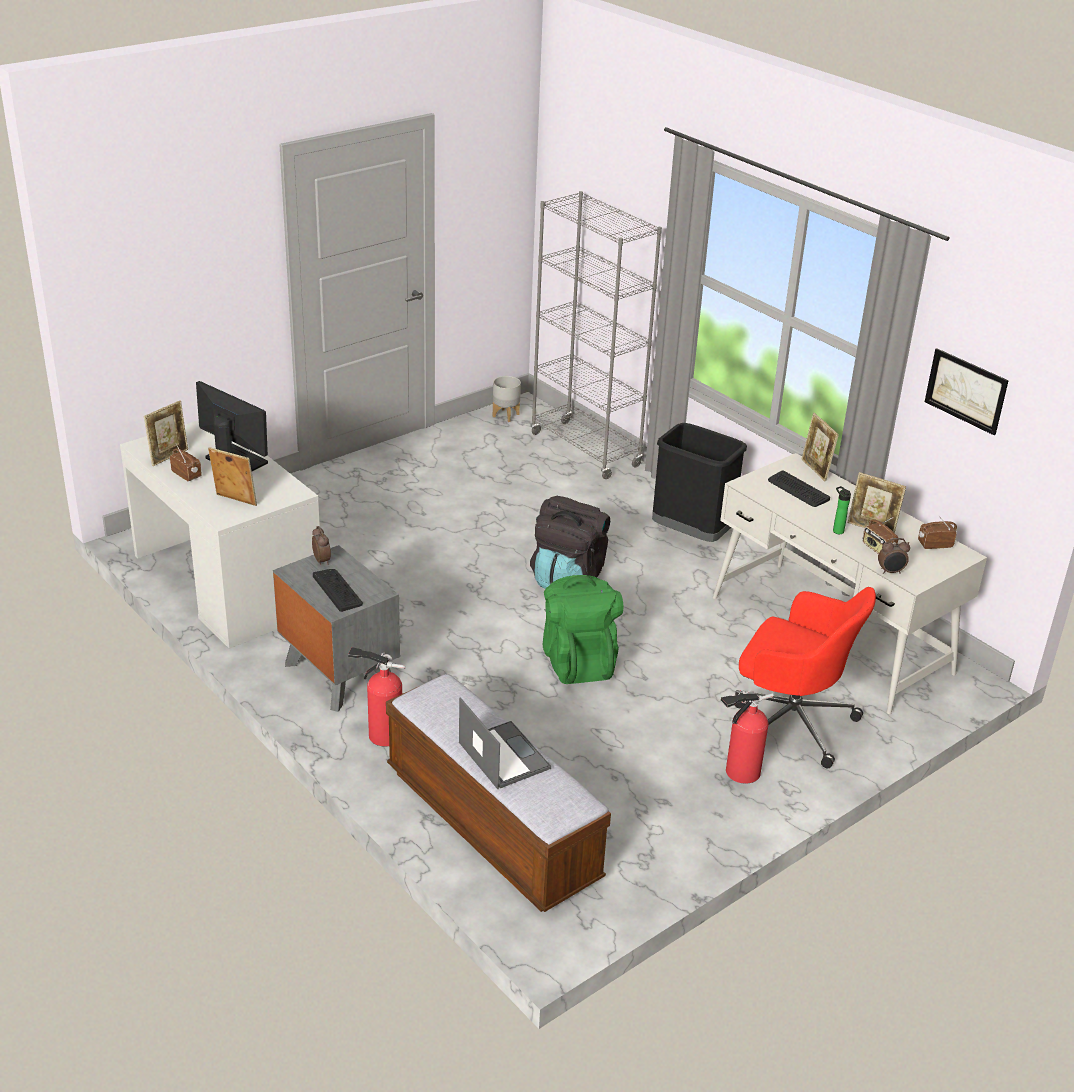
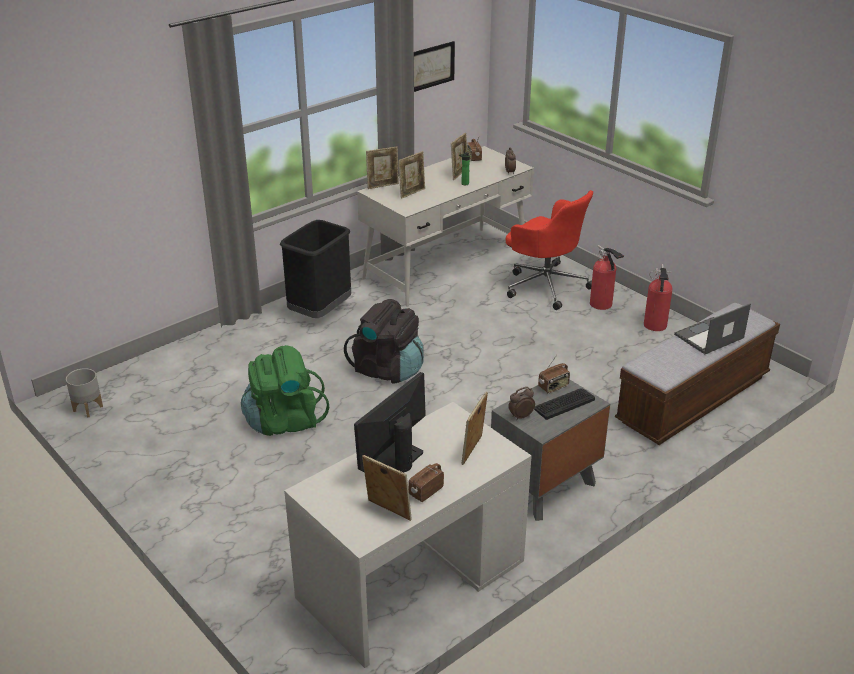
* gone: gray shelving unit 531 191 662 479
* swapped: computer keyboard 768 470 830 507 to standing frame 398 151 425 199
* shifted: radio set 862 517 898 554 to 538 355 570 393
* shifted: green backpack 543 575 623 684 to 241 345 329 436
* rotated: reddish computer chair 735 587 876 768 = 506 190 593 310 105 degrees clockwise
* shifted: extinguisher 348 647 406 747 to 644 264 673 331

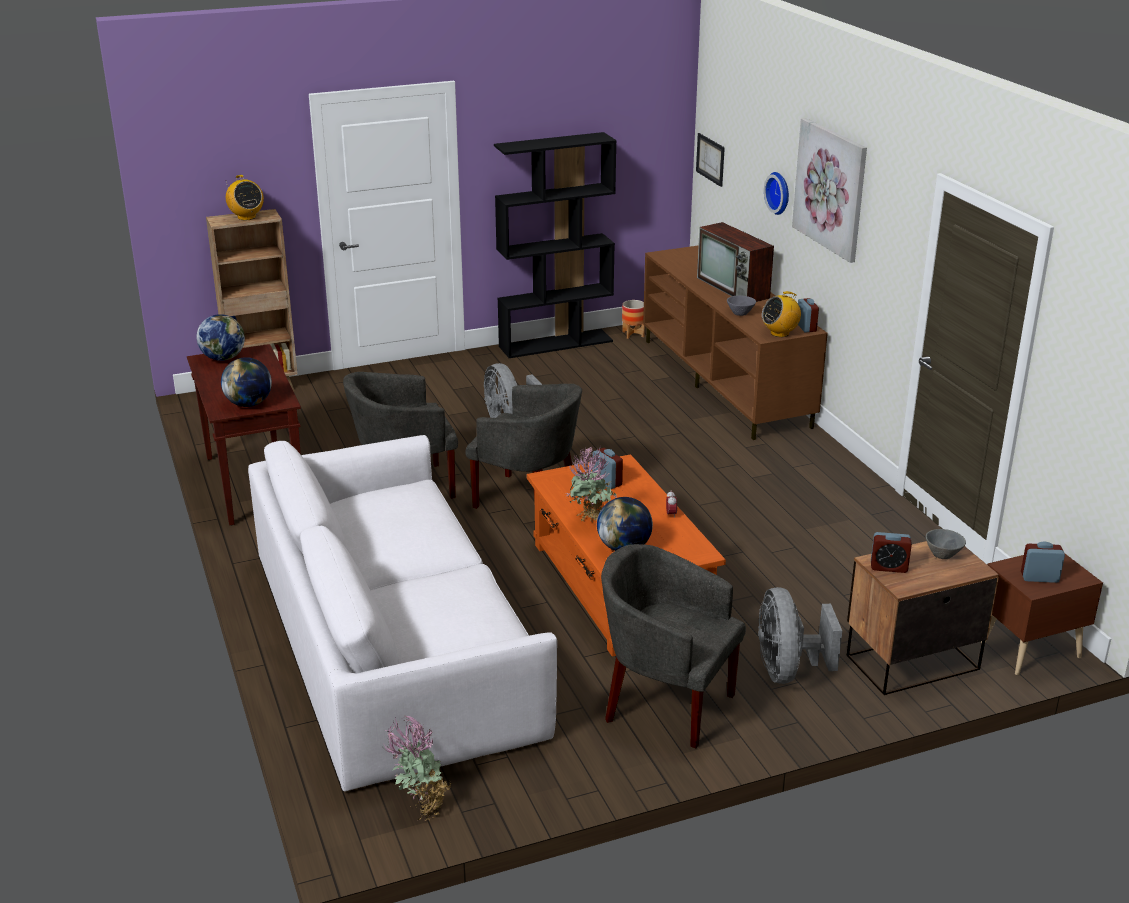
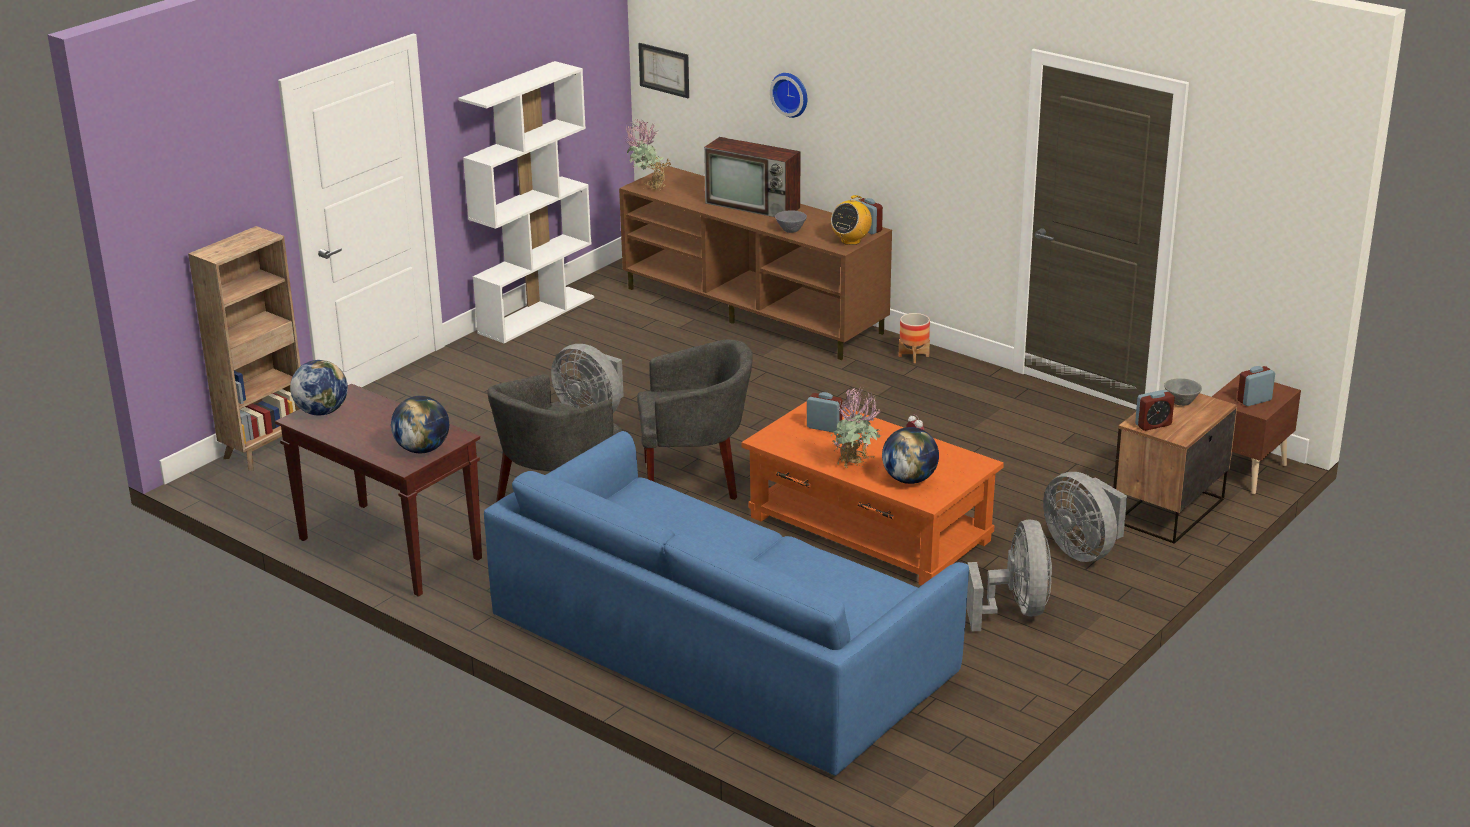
* gone: wall art 792 118 867 263
* repainted: black-coloured shelving unit 494 132 617 358 to whitish shelving unit 458 61 594 343
* gone: radio set 226 175 264 220
* shifted: flower pot 622 300 645 339 to 899 313 930 363
* repainted: whitish sofa 248 435 557 792 to bluish sofa 484 431 969 776
* swapped: gray lounge chair 601 544 746 748 to gray electric fan 966 519 1052 631
* shifted: potted plant 384 715 451 821 to 625 118 672 191

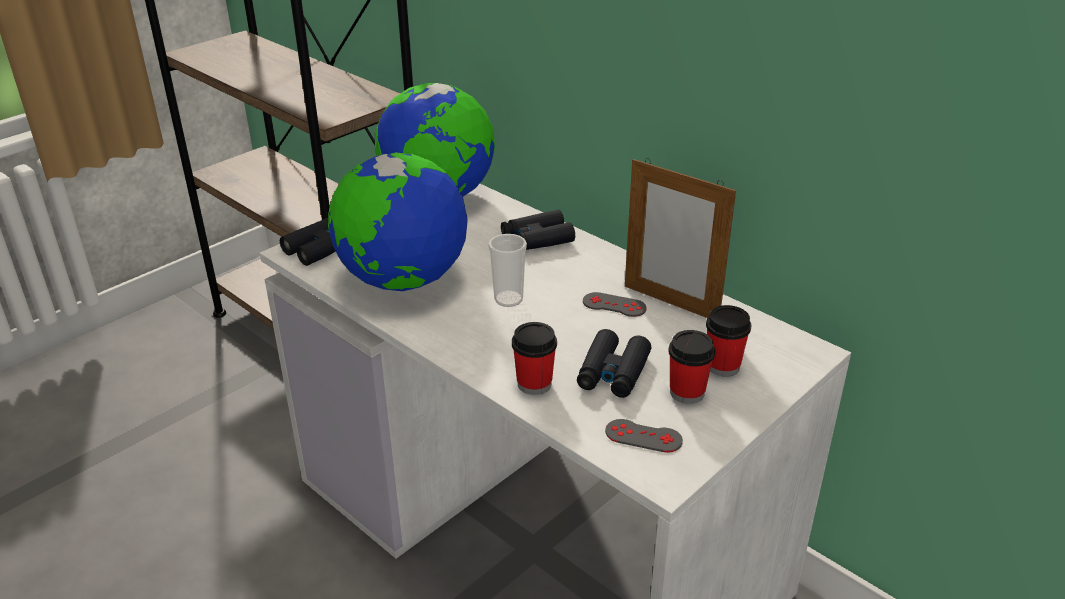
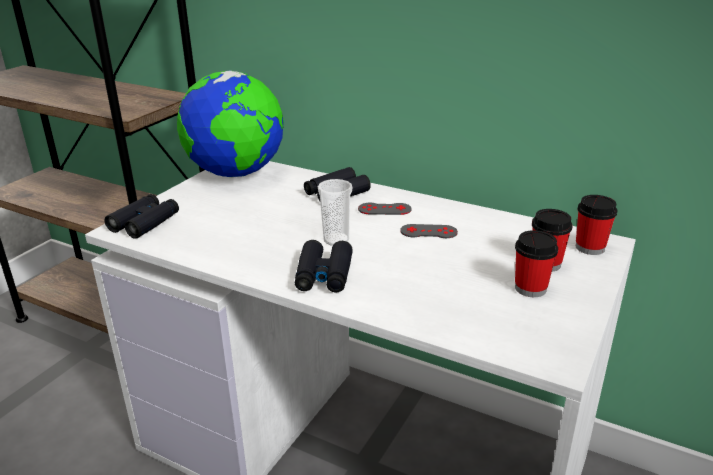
* gone: world globe 328 153 468 291
* gone: standing frame 625 158 736 318
* shifted: drinking cup 512 322 557 395 to 576 195 617 255
* shifted: black-coloured pair of binoculars 577 329 651 398 to 295 240 353 292
* shifted: gray gamepad 605 419 683 453 to 358 203 412 215

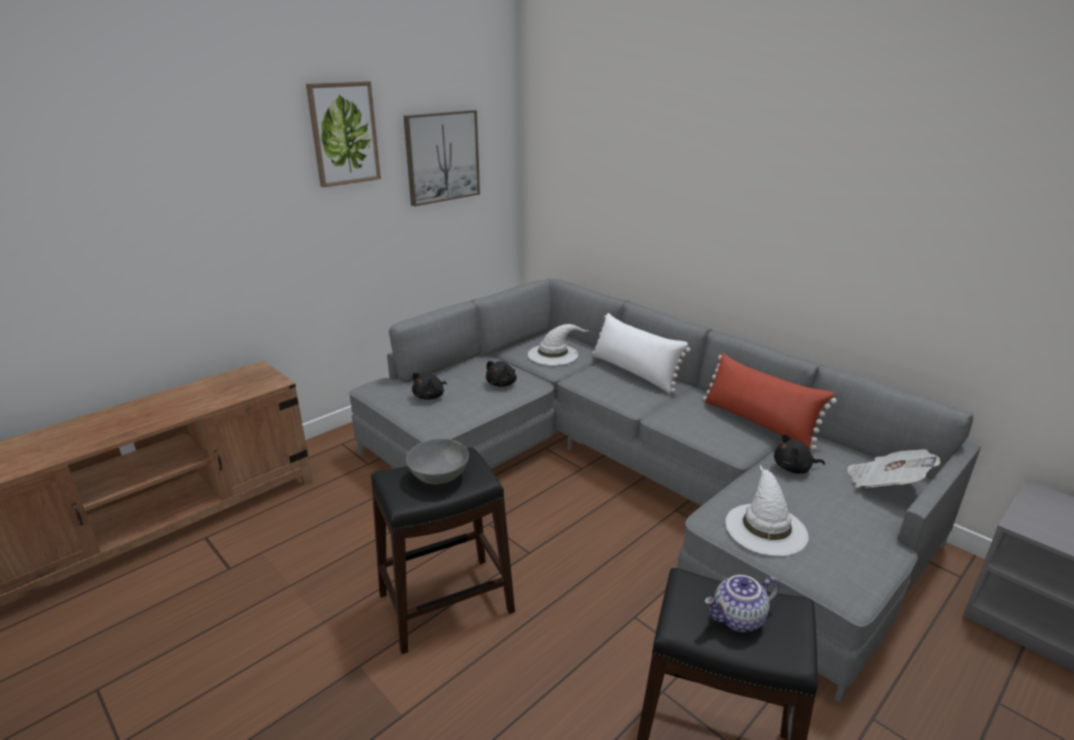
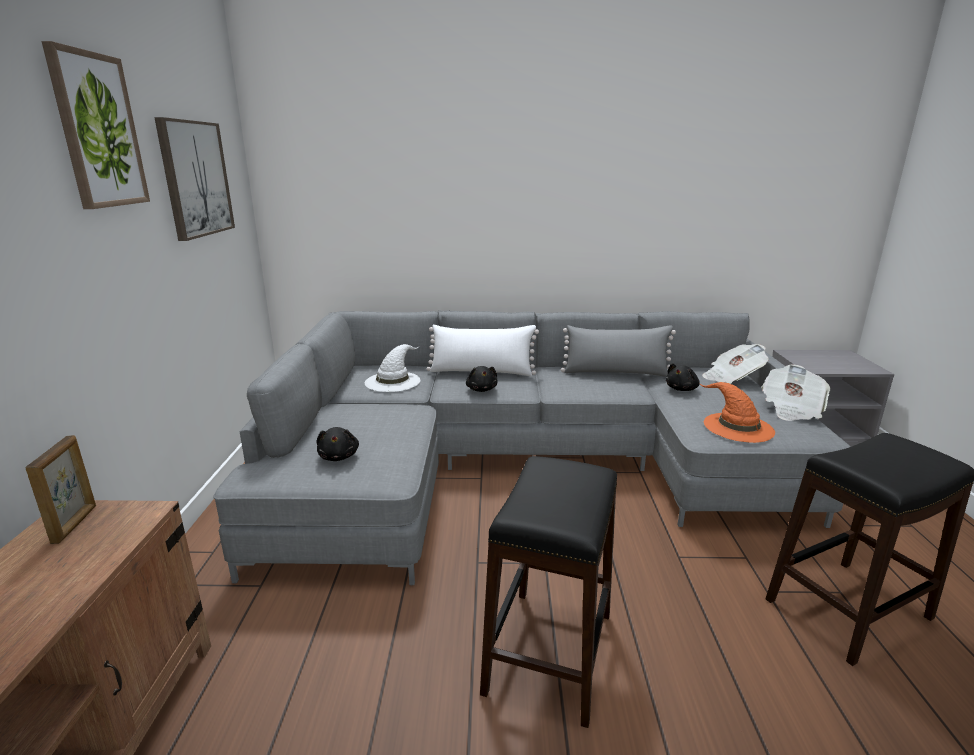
* repainted: reddish pillow 703 353 837 450 to gray pillow 561 325 676 377
* shifted: black-coloured cuddly toy 486 361 517 386 to 466 366 498 392
* gone: gray serving bowl 406 439 469 484
* repainted: whitish wearable hat 725 464 809 556 to orangey wearable hat 700 382 775 443
* gone: teapot 705 575 779 632
* new: newspaper 761 364 831 421
* new: standing frame 25 435 96 544

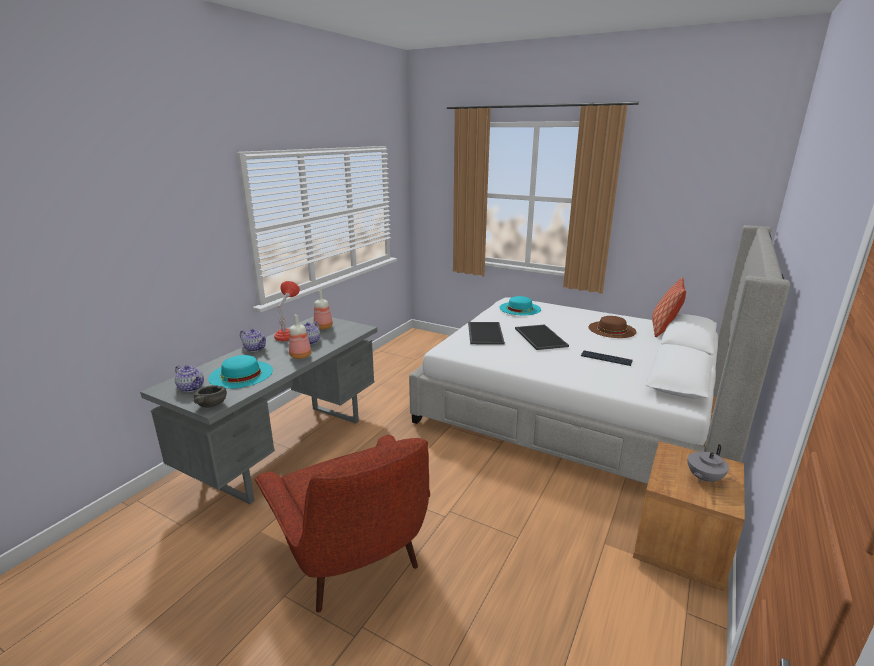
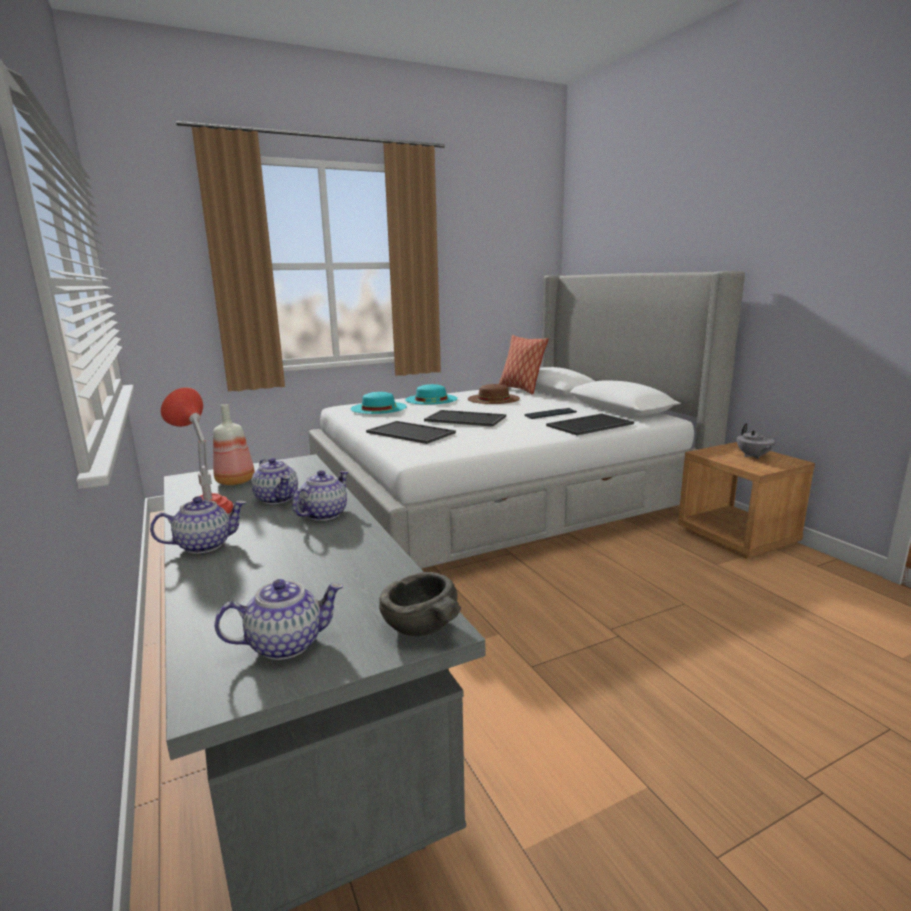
* swapped: drink bottle 289 314 311 359 to teapot 292 470 348 521
* shifted: blue-green wearable hat 208 355 273 389 to 405 384 458 405
* gone: reddish lounge chair 255 435 430 613
* new: carrying tray 546 413 634 435

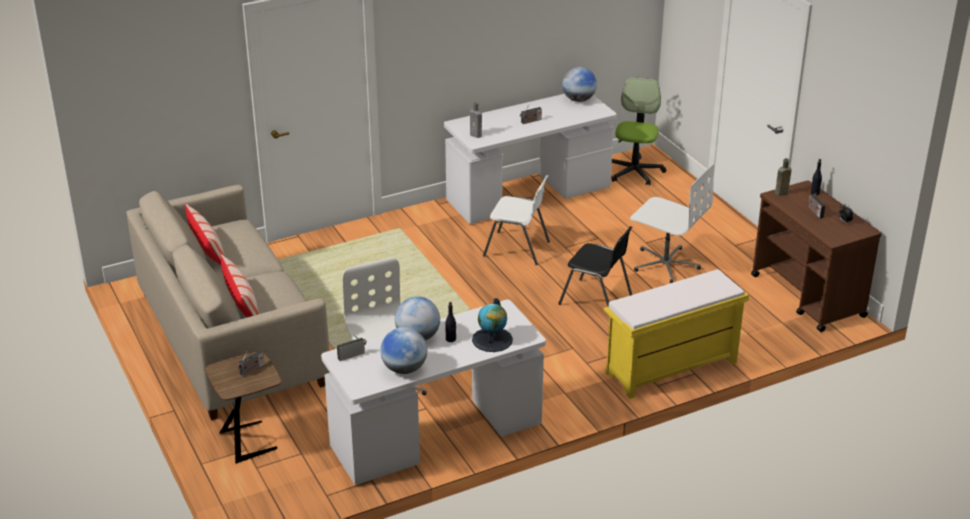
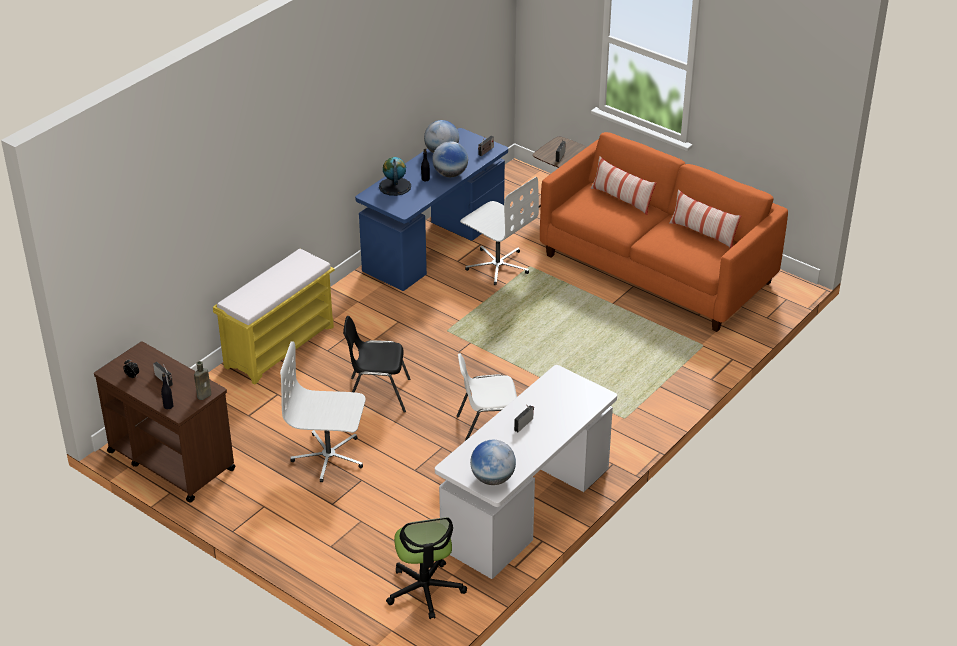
* gone: gray drink bottle 470 102 482 138
* repainted: beige sofa 126 185 330 420 to orangey sofa 540 132 788 332
* repainted: whitish desk unit 321 300 546 485 to bluish desk unit 355 128 508 291

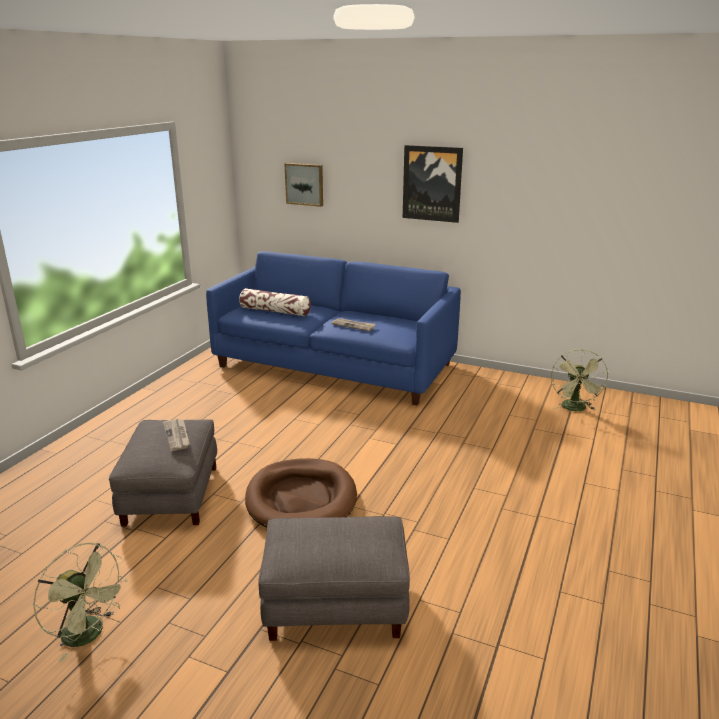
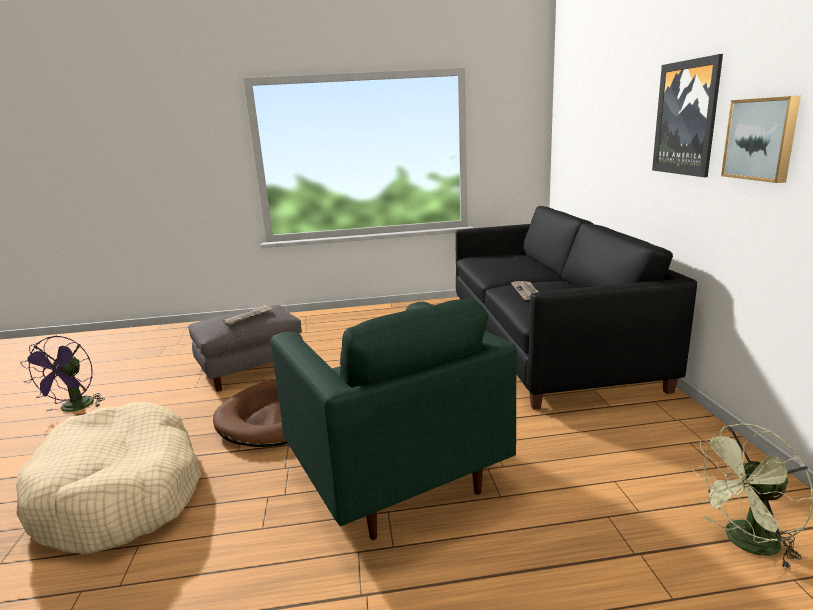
* shifted: wall art 284 163 323 207 to 721 96 801 183
* repainted: bluish sofa 206 251 461 405 to black-coloured sofa 455 206 697 410
* gone: pillow 239 288 311 316
* swapped: gray footrest 258 516 410 641 to beige dog bed 16 402 201 554
* repainted: green electric fan 33 542 128 662 to purple-coloured electric fan 20 336 105 412
* new: green lounge chair 271 299 517 540

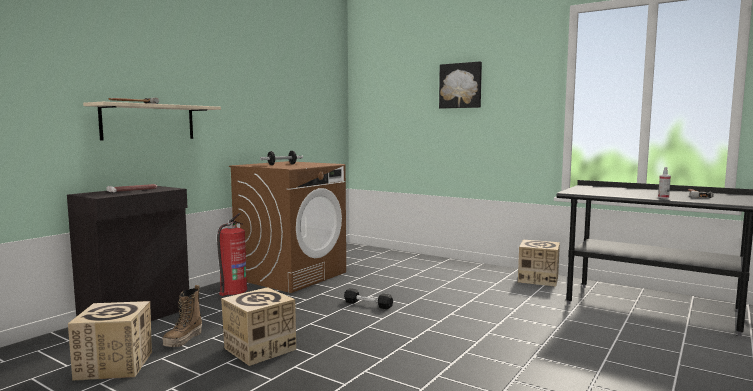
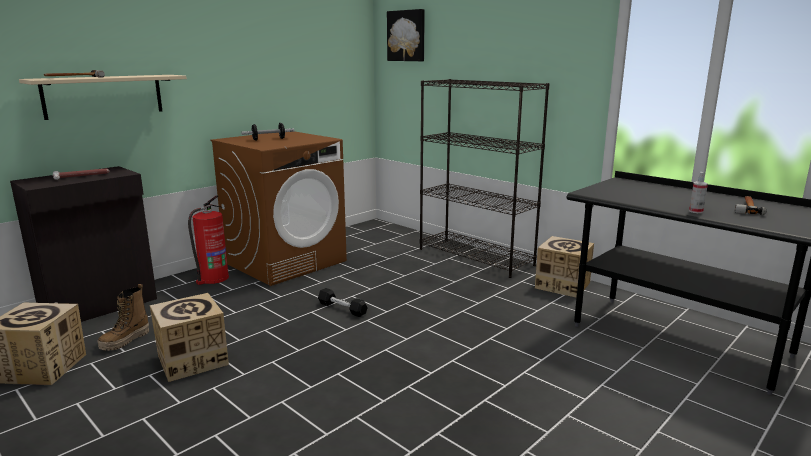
* shifted: wall art 439 61 482 108 to 387 9 425 61
* new: black-coloured shelving unit 420 79 550 278

